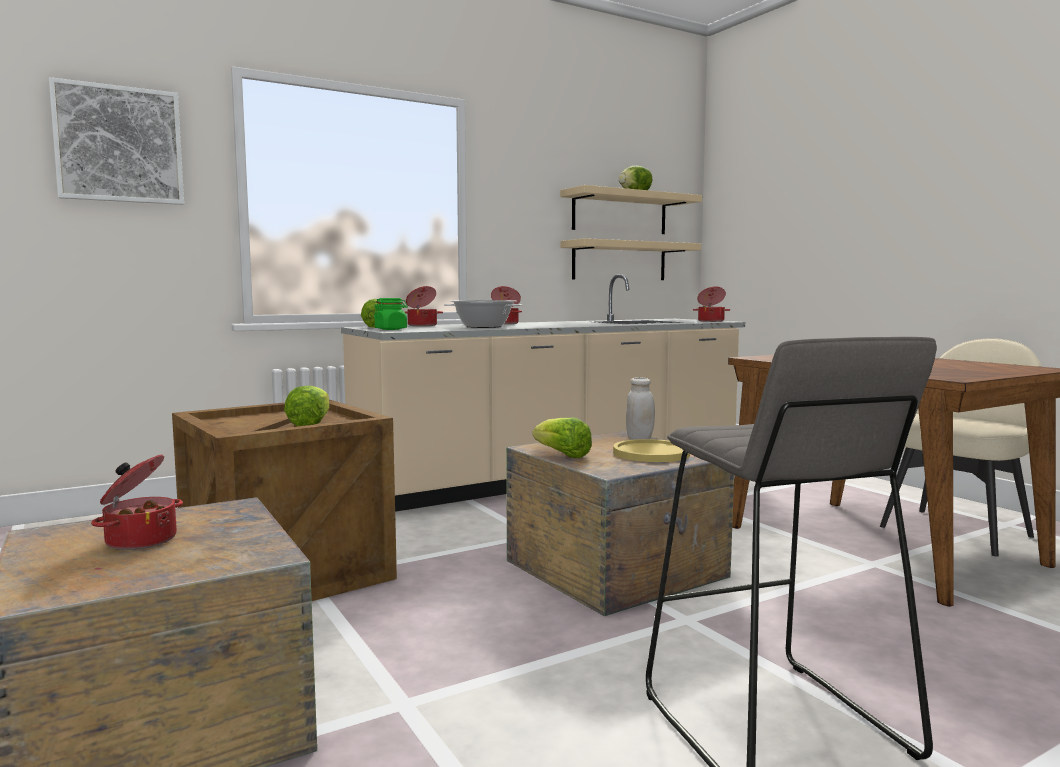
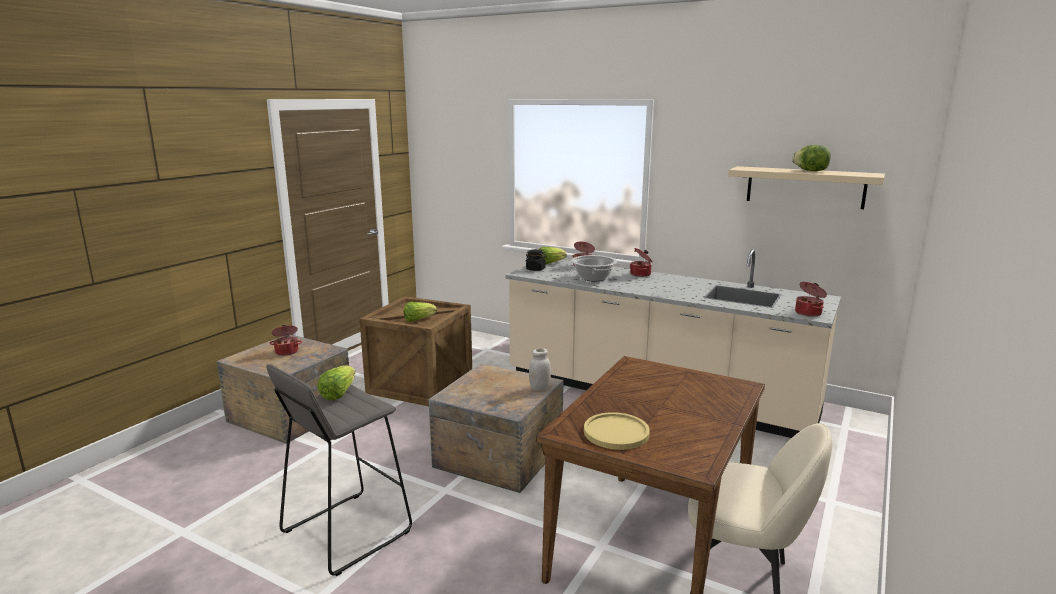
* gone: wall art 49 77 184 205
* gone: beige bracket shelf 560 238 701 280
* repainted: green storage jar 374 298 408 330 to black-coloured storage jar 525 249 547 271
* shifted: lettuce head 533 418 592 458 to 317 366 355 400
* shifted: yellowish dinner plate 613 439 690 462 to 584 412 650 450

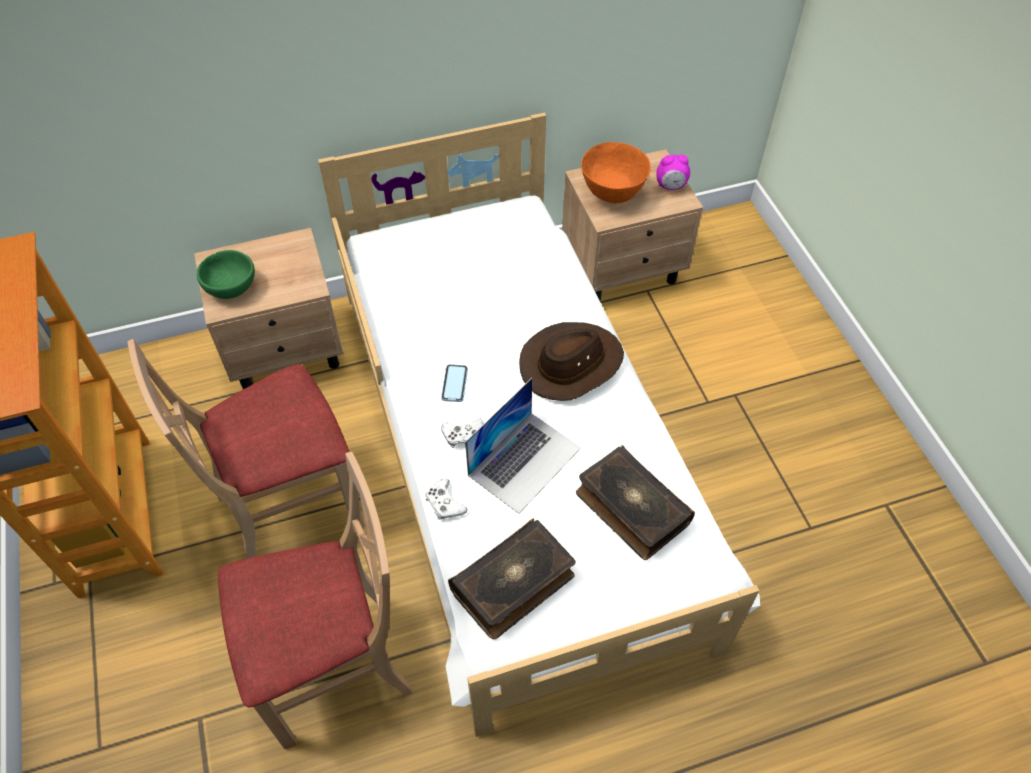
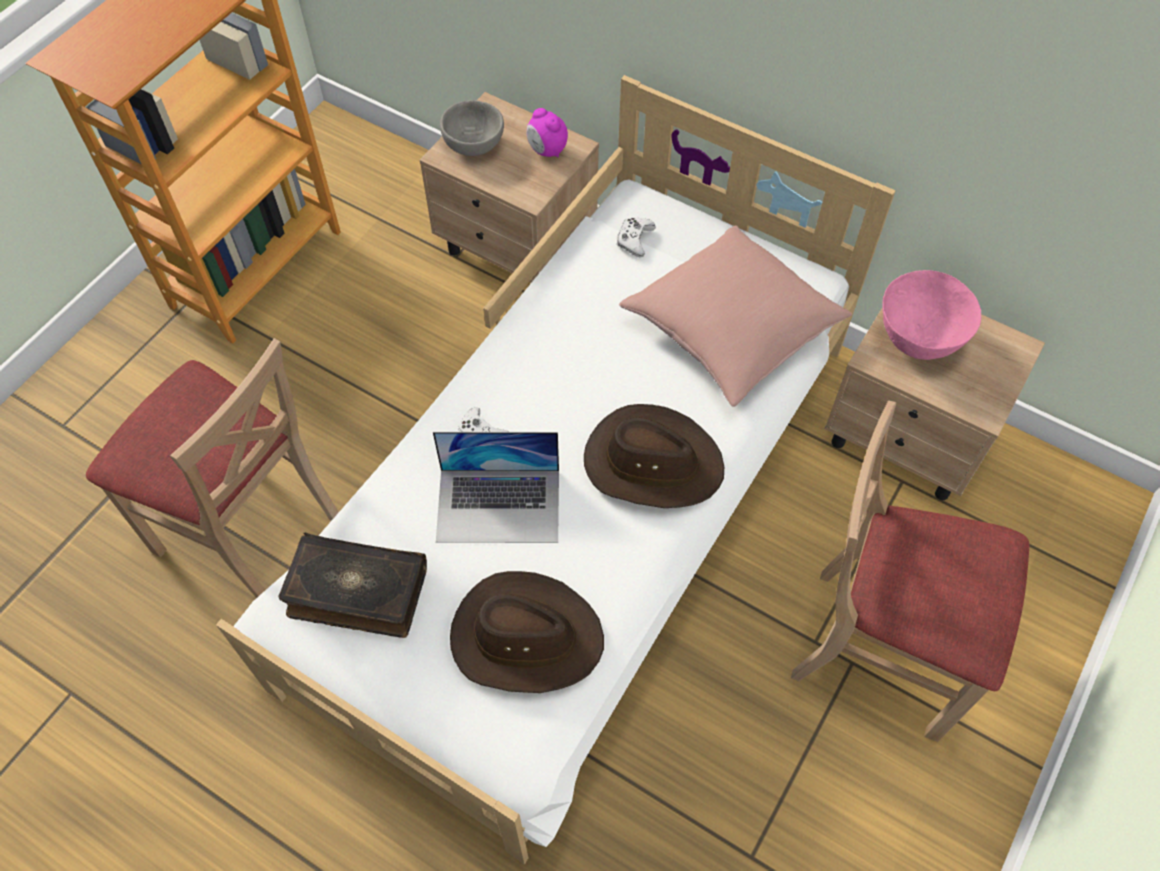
* repainted: orangey serving bowl 581 142 651 203 to pinkish serving bowl 882 270 981 360
* shifted: alarm clock 656 155 690 190 to 526 108 568 158
* repainted: green serving bowl 197 250 255 299 to gray serving bowl 440 100 504 156
* shifted: beige upright chair 127 339 365 558 to 791 400 1029 742
* gone: telephone 441 364 468 402
* swapped: bound book 576 445 695 560 to brown-coloured wearable hat 450 571 604 693
* shifted: whitish gamepad 425 478 467 520 to 617 218 655 257
* new: pinkish pillow 619 225 852 407

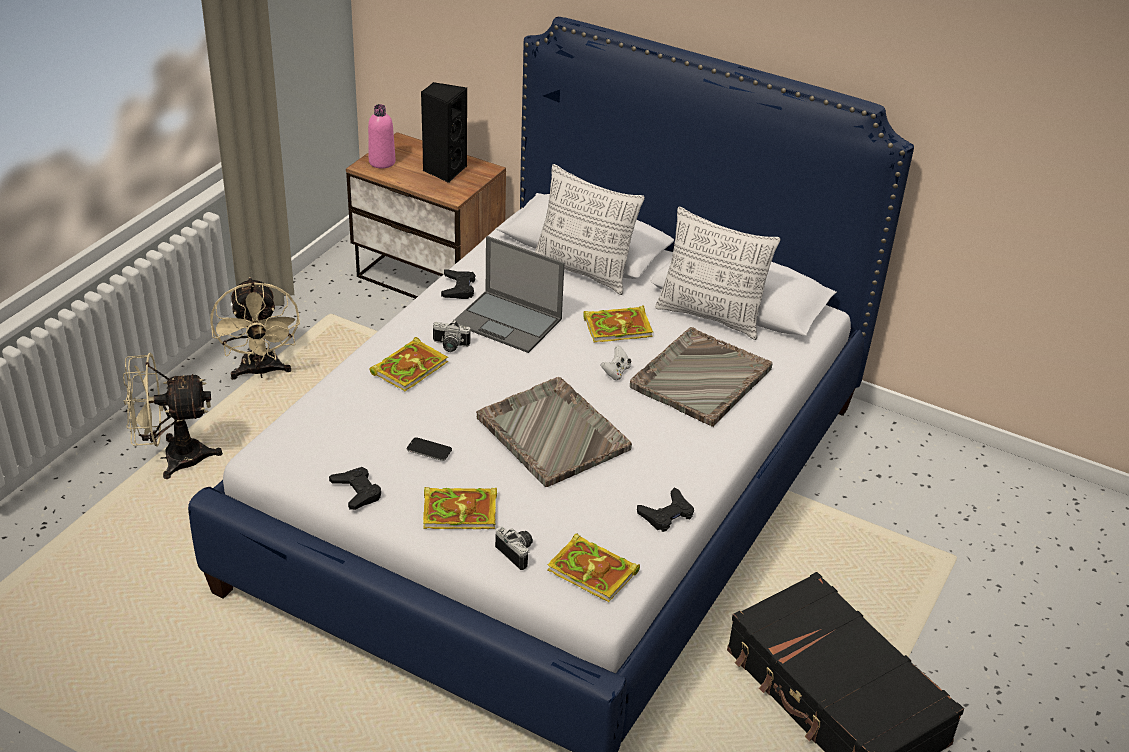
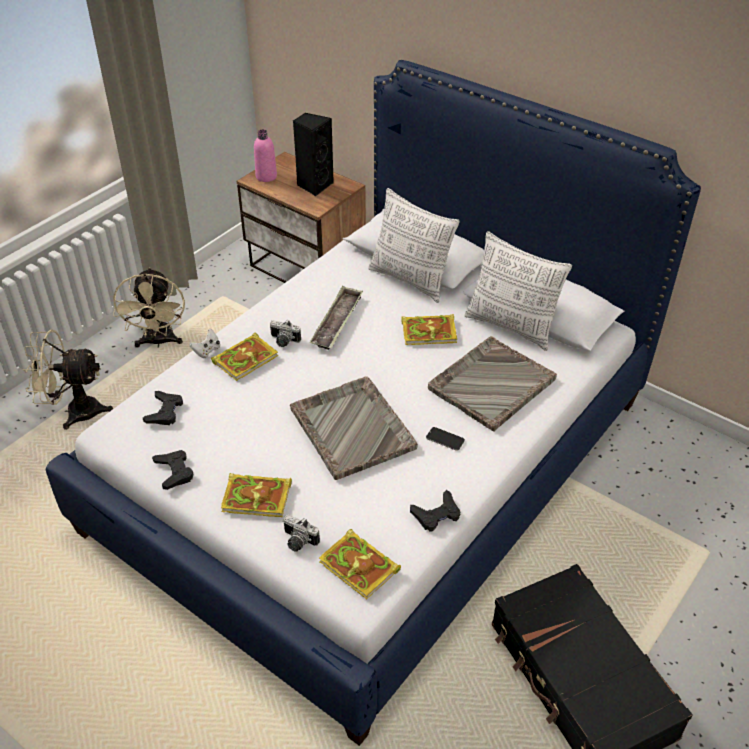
* swapped: portable computer 452 236 564 353 to carrying tray 310 286 363 350
* shifted: black-coloured gamepad 441 269 475 299 to 143 391 183 425
* shifted: whitish gamepad 601 345 632 380 to 190 329 220 358
* shifted: telephone 407 438 452 461 to 426 427 465 451
* rotated: photo camera 495 526 533 570 = 283 515 320 552 150 degrees clockwise

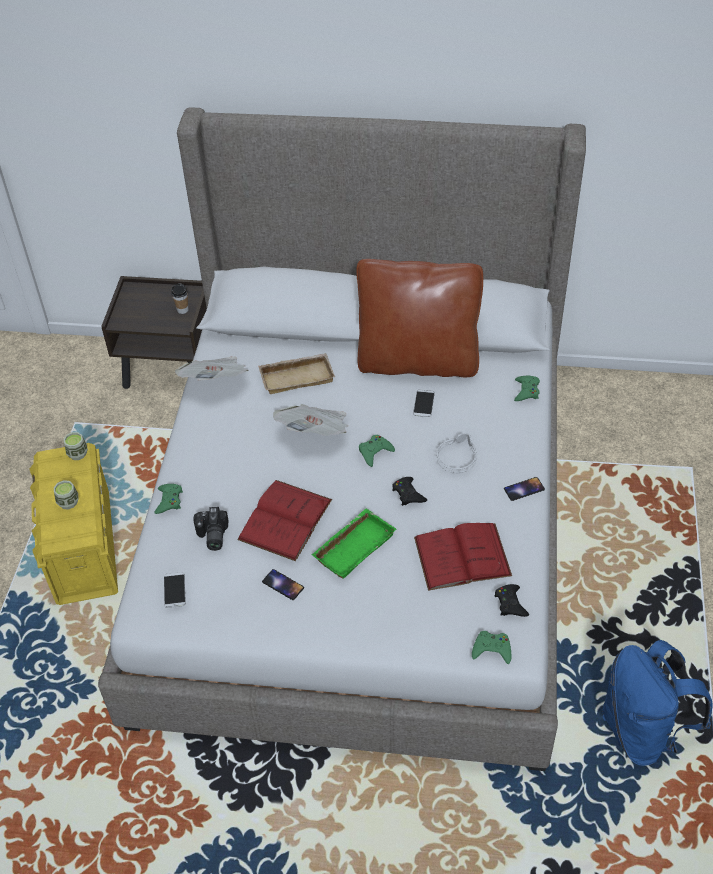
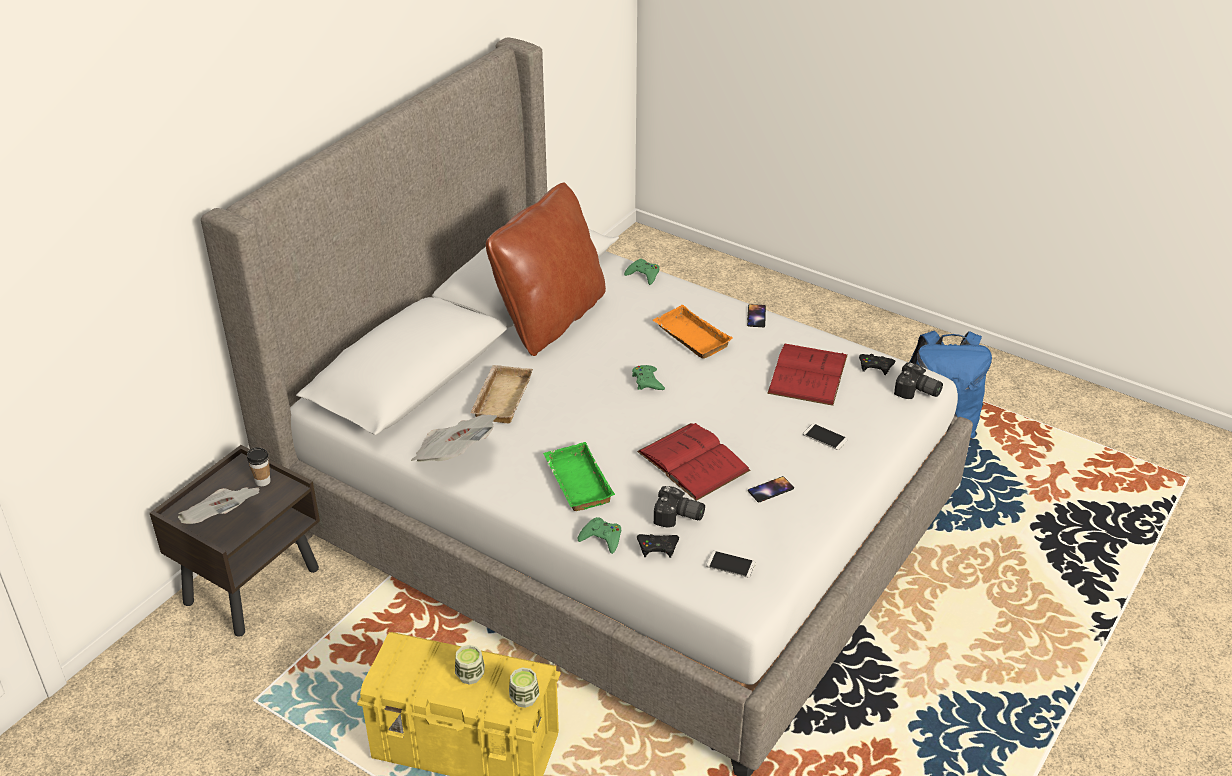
* shifted: telephone 413 390 435 417 to 803 424 848 450
* shifted: newspaper 273 404 348 436 to 178 487 260 524
* shifted: drinking cup 64 432 88 460 to 509 667 540 708
* swapped: gray pair of headphones 436 433 477 473 to orangey carrying tray 653 305 733 359
* shifted: black-coloured gamepad 392 477 427 506 to 637 534 679 558
* shifted: green carrying tray 312 508 396 579 to 543 442 615 511
* swapped: green gamepad 472 631 511 664 to photo camera 894 362 943 399

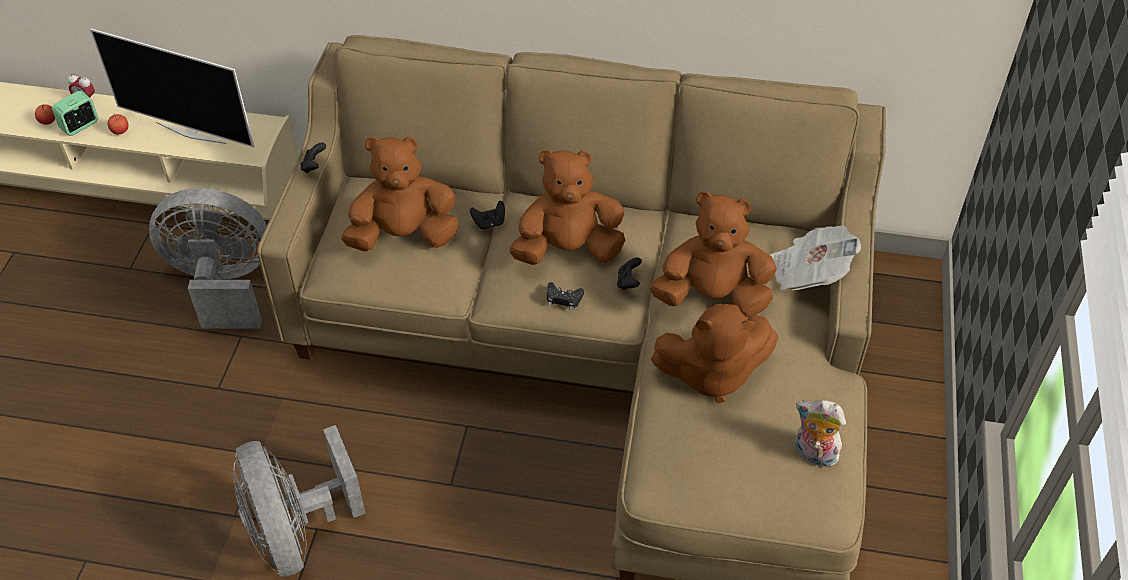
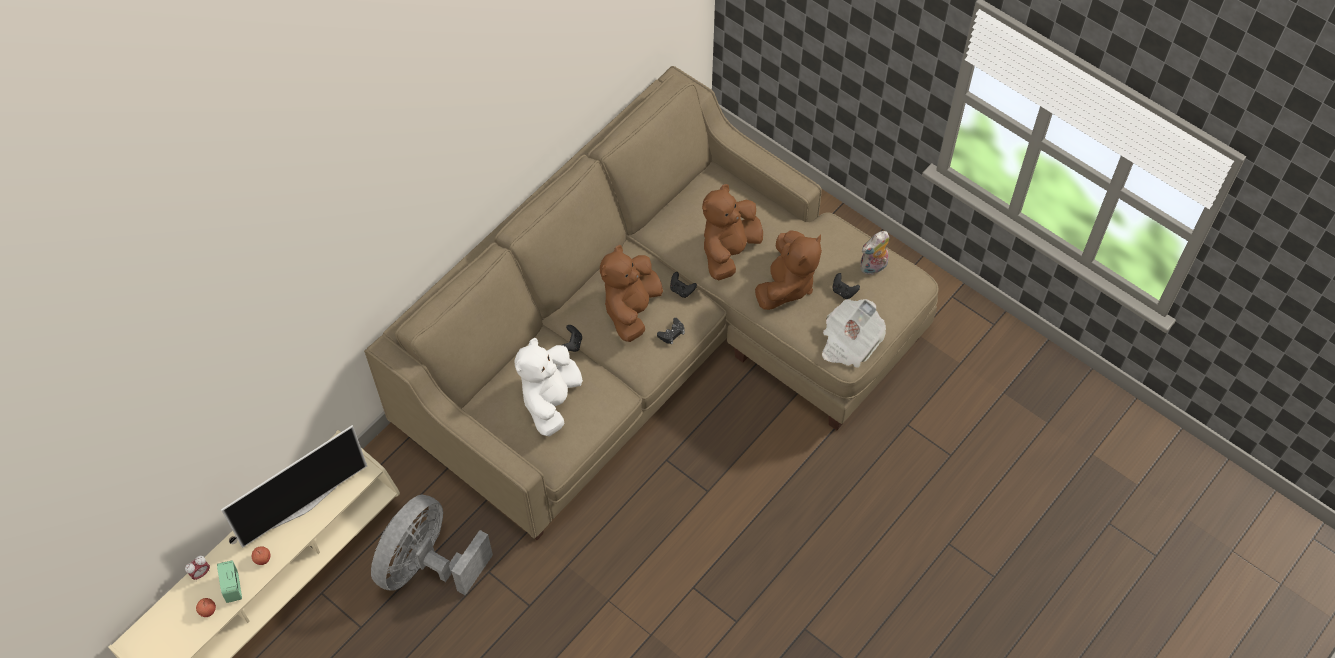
* repainted: brown-coloured cuddly toy 341 136 459 251 to whitish cuddly toy 514 338 583 436
* shifted: black-coloured gamepad 300 142 326 173 to 832 273 860 299
* shifted: newspaper 770 225 861 291 to 822 299 886 368
* gone: gray electric fan 233 425 366 577

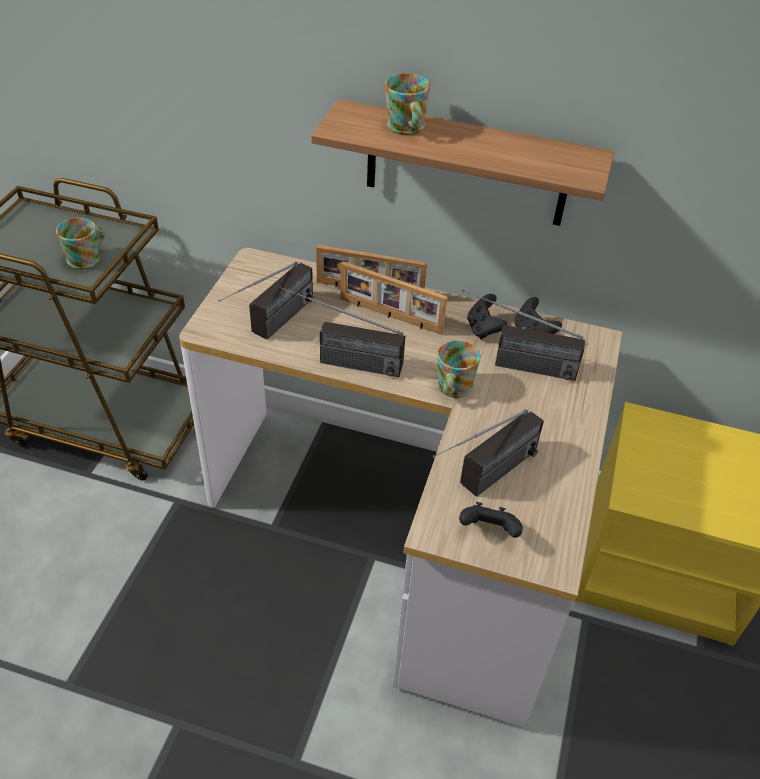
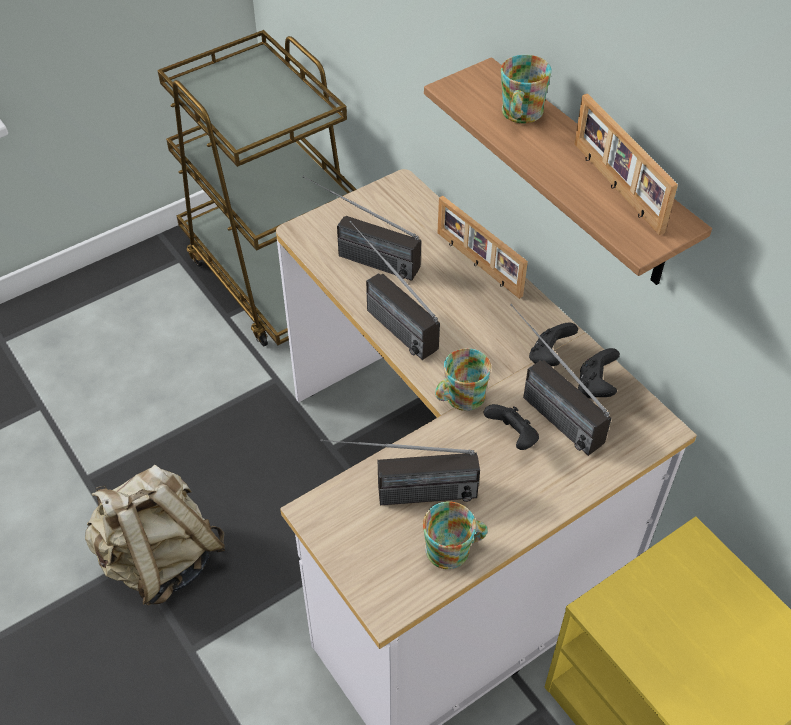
* shifted: mug 56 218 105 269 to 423 501 488 569
* shifted: standing frame 340 261 448 335 to 574 94 678 235
* rotated: radio set 218 262 314 340 = 303 176 421 281 45 degrees clockwise
* shifted: black-coloured gamepad 459 502 523 538 to 484 404 539 450
* new: beige backpack 85 465 225 605

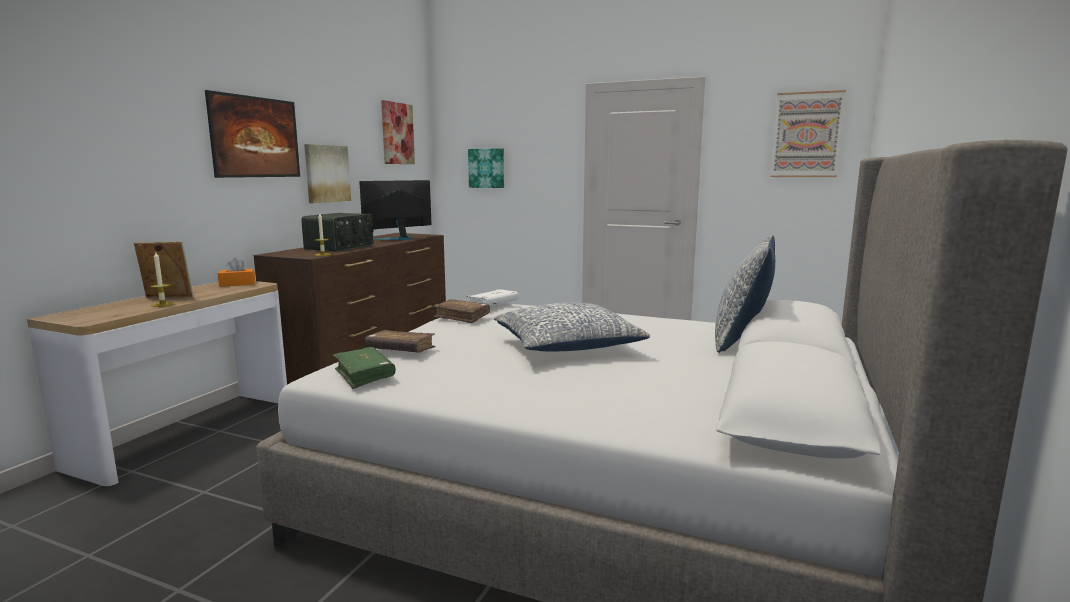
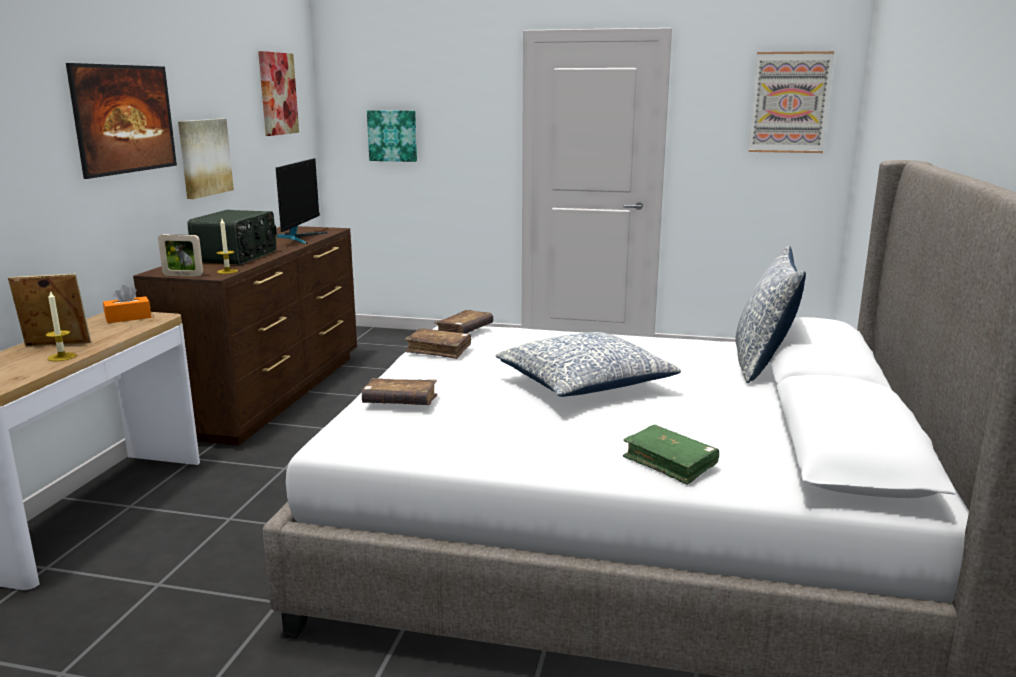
* rotated: monitor 359 180 432 241 = 276 158 327 244 150 degrees clockwise
* repainted: whitish bound book 467 289 519 306 to brown-coloured bound book 434 310 493 333
* shifted: green bound book 333 347 396 389 to 623 425 719 485
* new: standing frame 158 234 203 277

